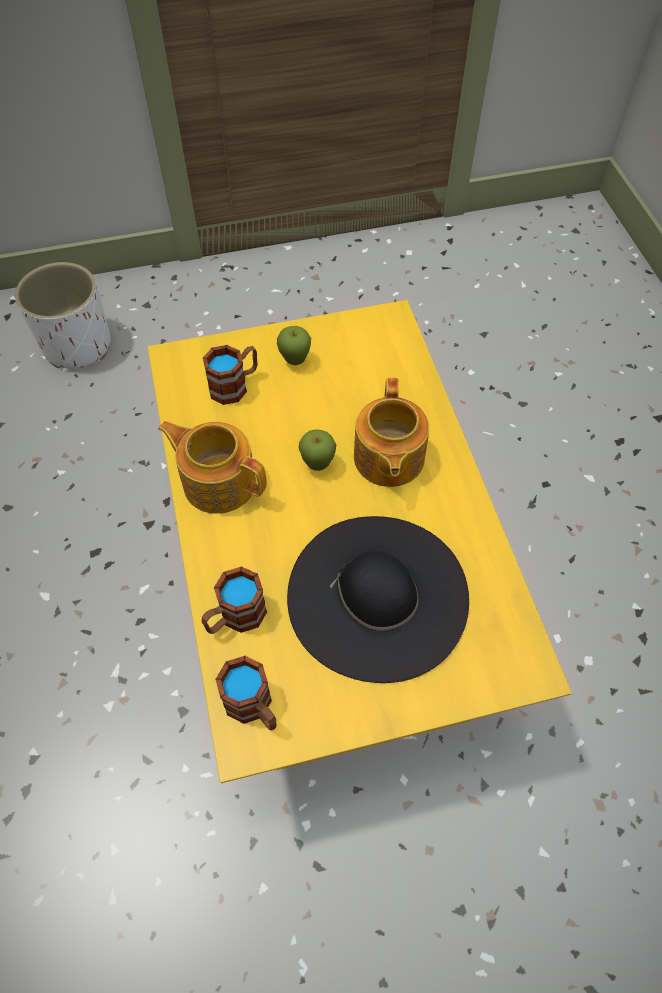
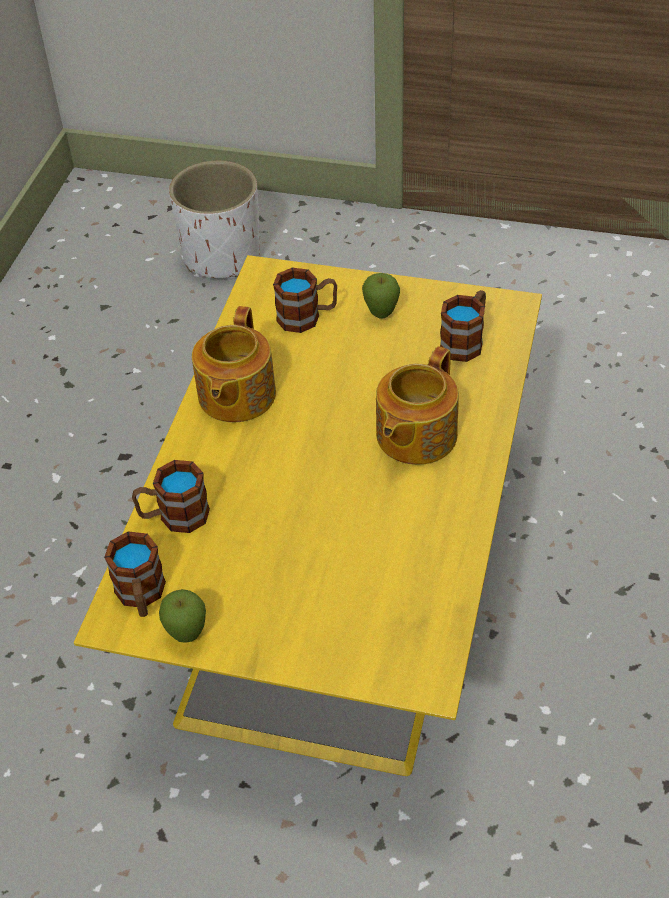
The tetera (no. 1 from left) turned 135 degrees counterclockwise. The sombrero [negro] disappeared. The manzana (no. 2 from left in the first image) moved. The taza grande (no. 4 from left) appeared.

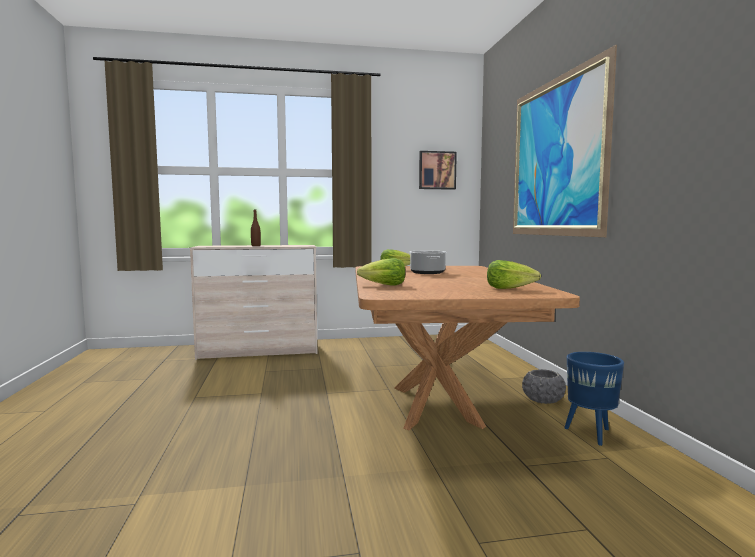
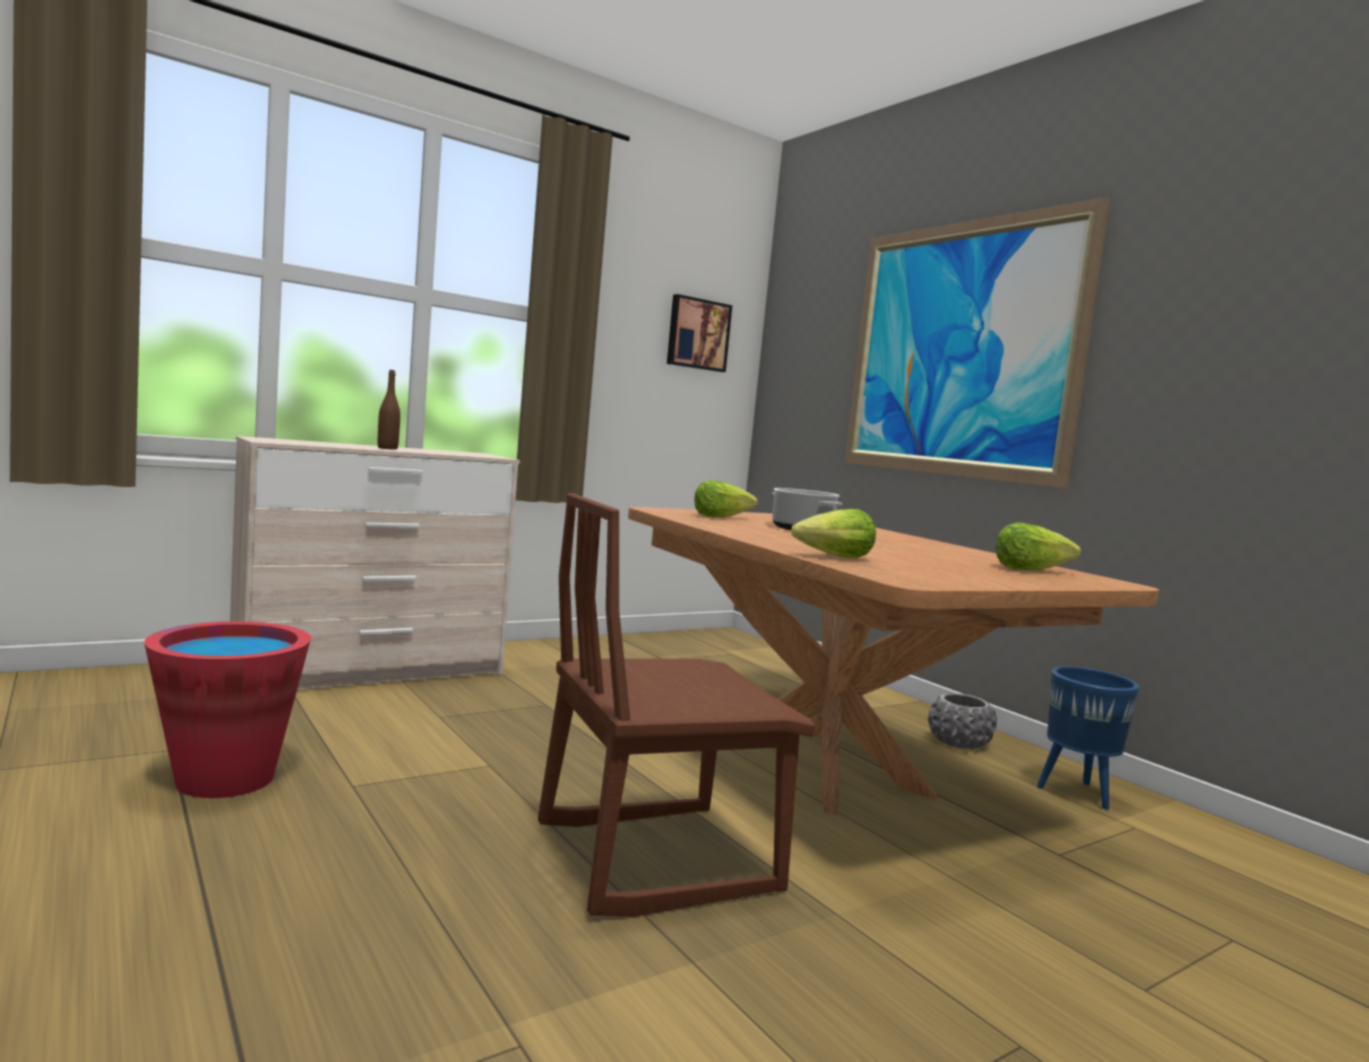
The cubo [rojo] appeared. The silla [marrón] appeared.

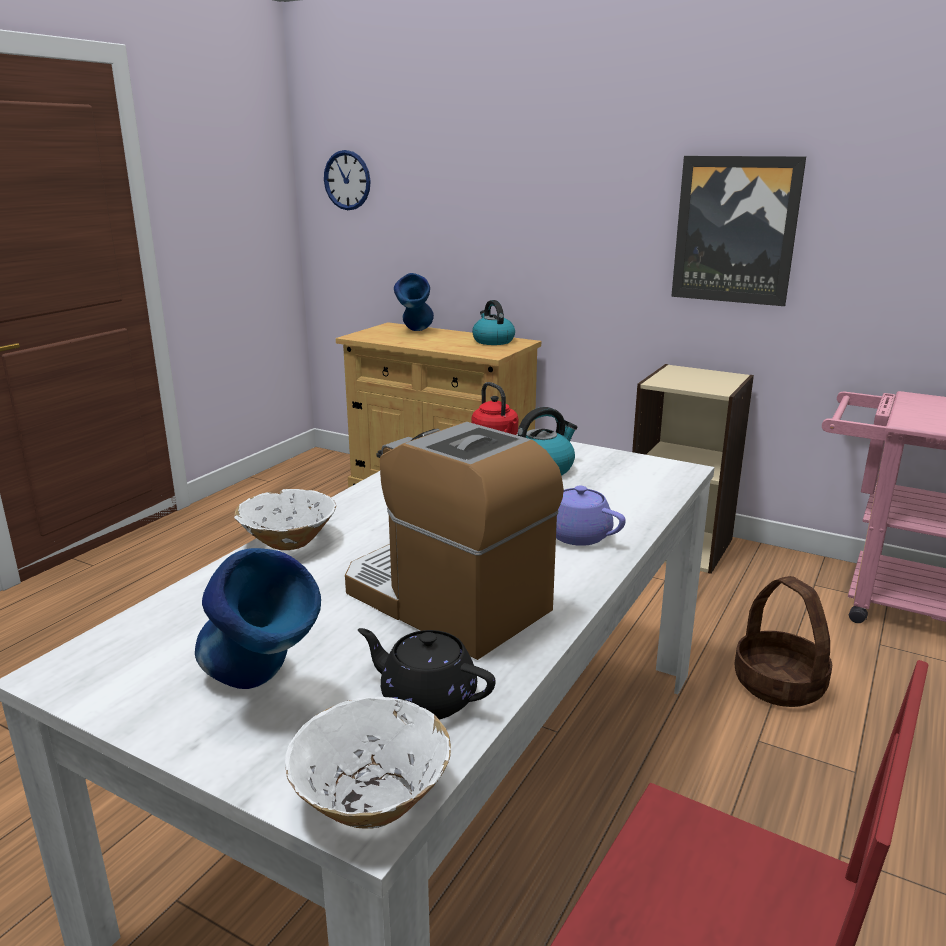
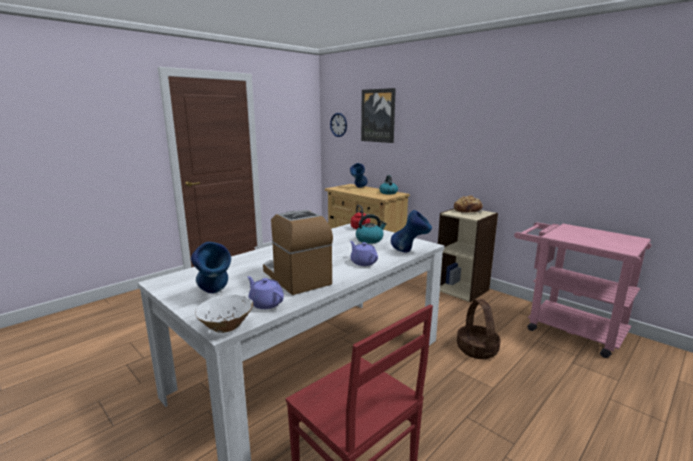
The cuenco [blanco] (no. 1 from left) disappeared. The tetera [negro] became the tetera [morado] (no. 1 from left). The cuadro moved. The florero [azul] (no. 3 from left) appeared. The pan appeared.

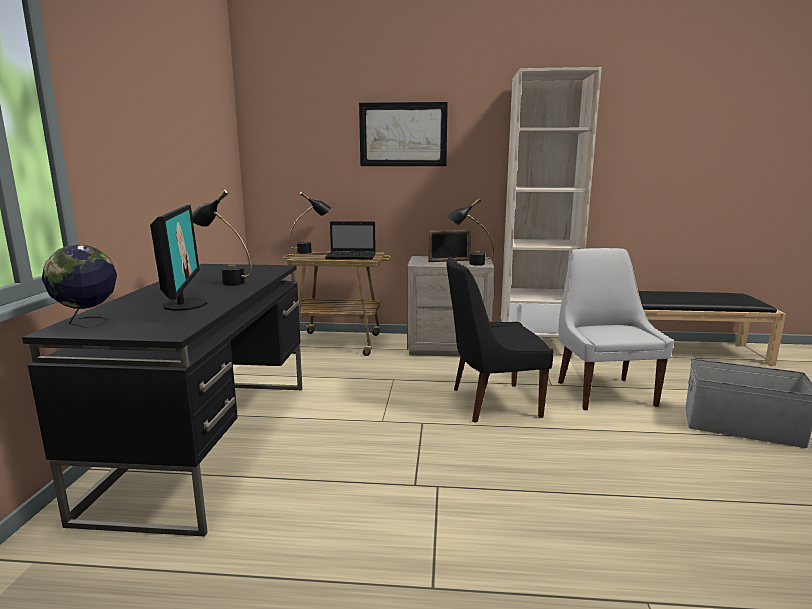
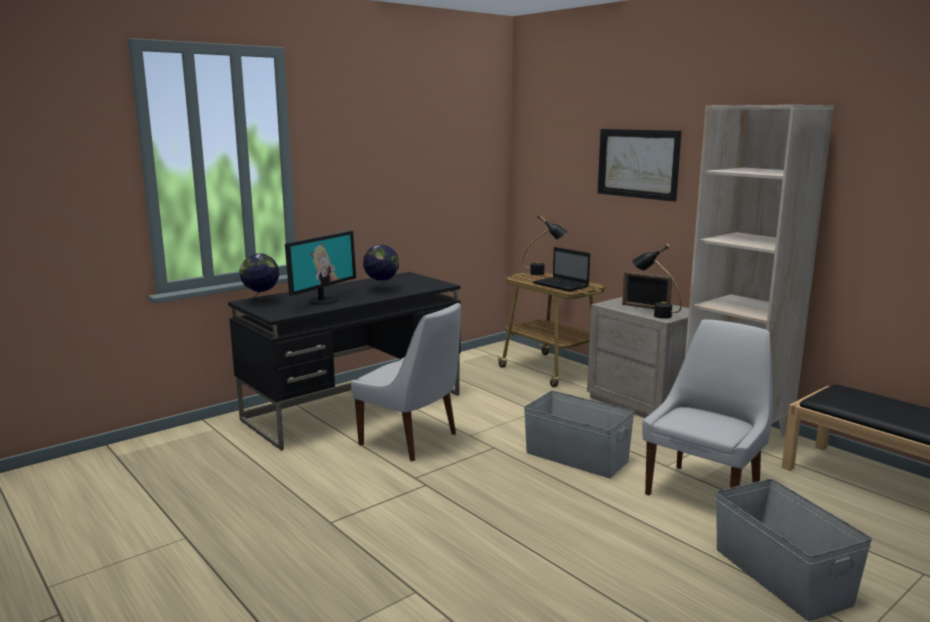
The lámpara de mesa [negro] (no. 1 from left) was replaced by the globo terráqueo (no. 2 from left). The silla [negro] was replaced by the caja de almacenaje [gris] (no. 1 from left). The silla [blanco] (no. 1 from left) appeared.

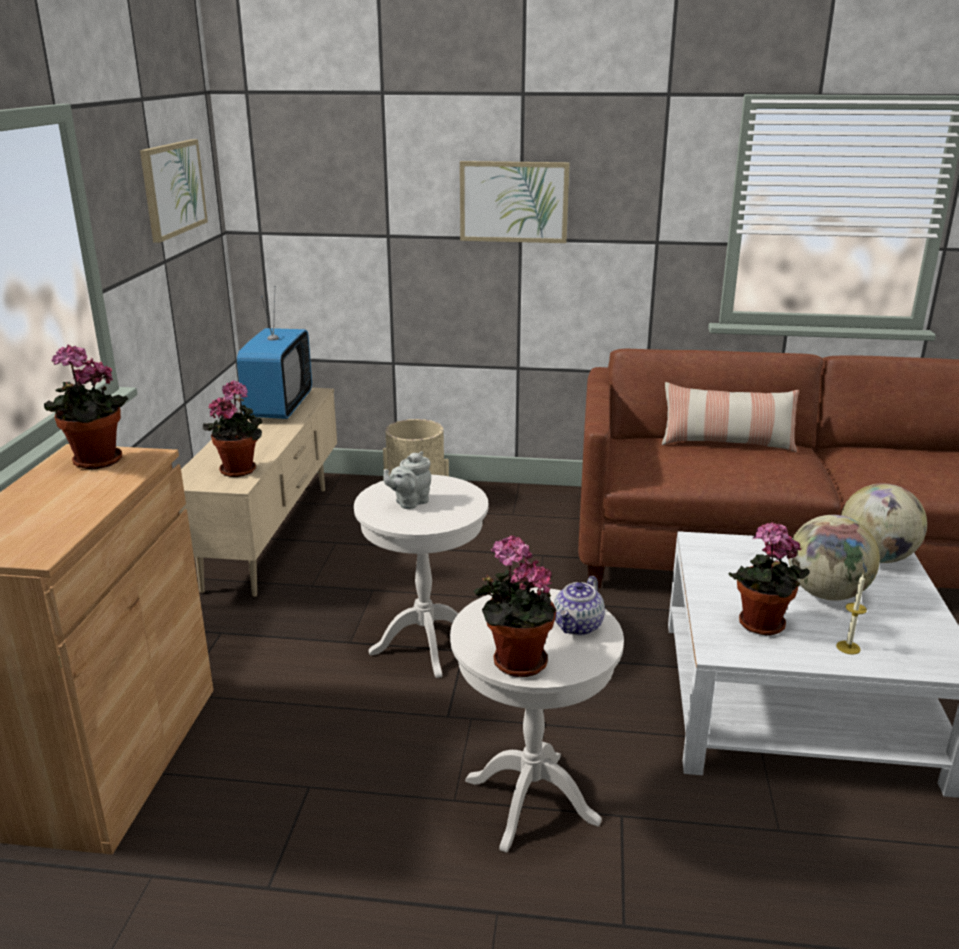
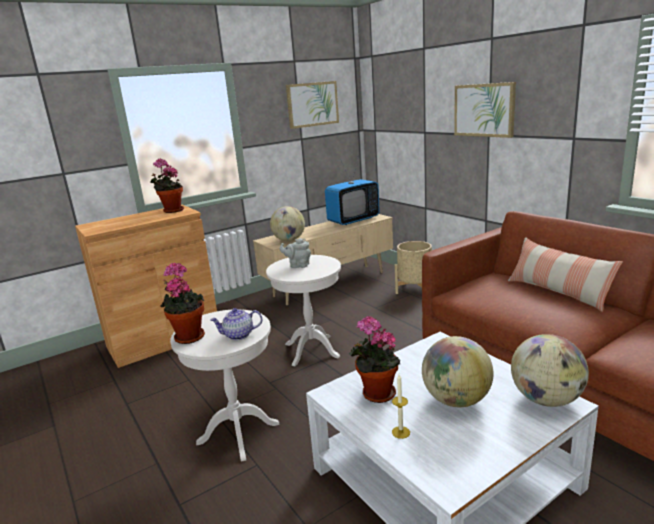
The planta en maceta (no. 2 from left) was replaced by the globo terráqueo (no. 1 from left).

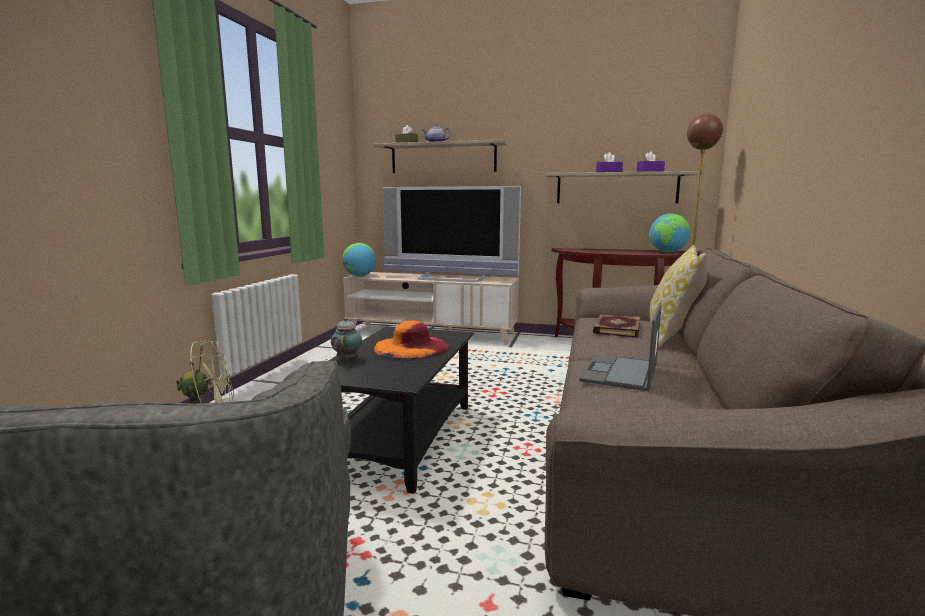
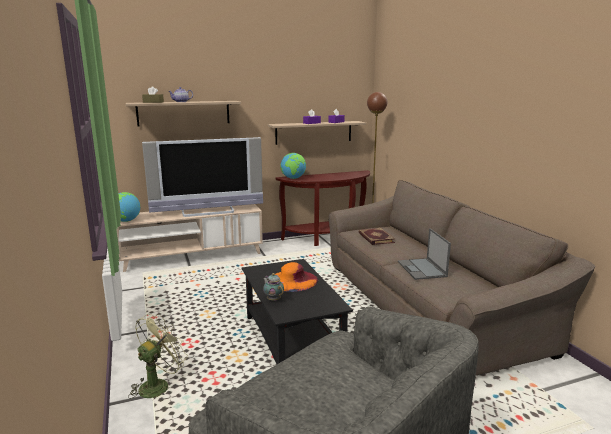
The globo terráqueo (no. 2 from left) moved. The cojín disappeared.

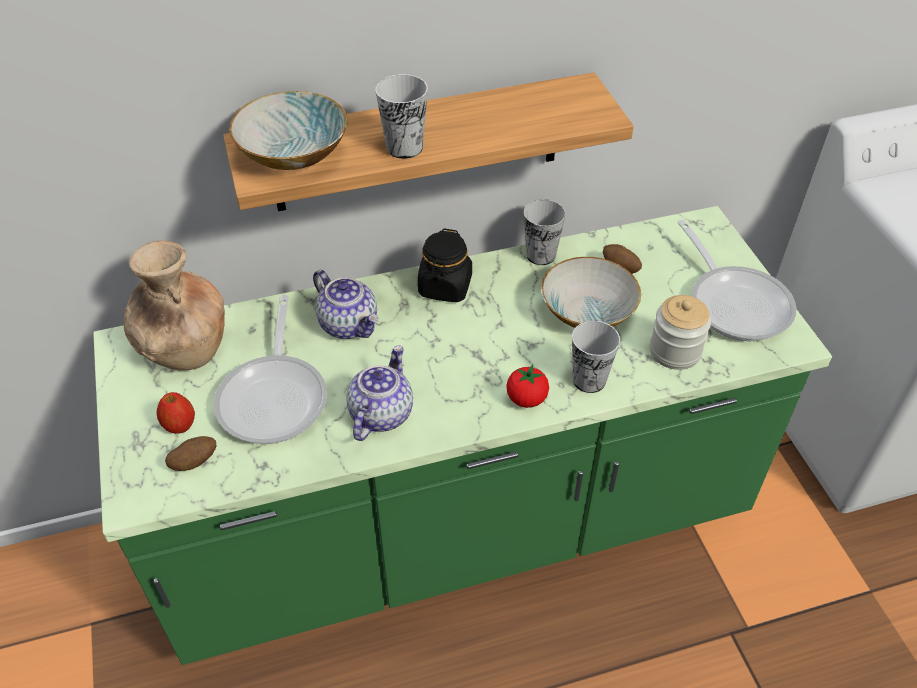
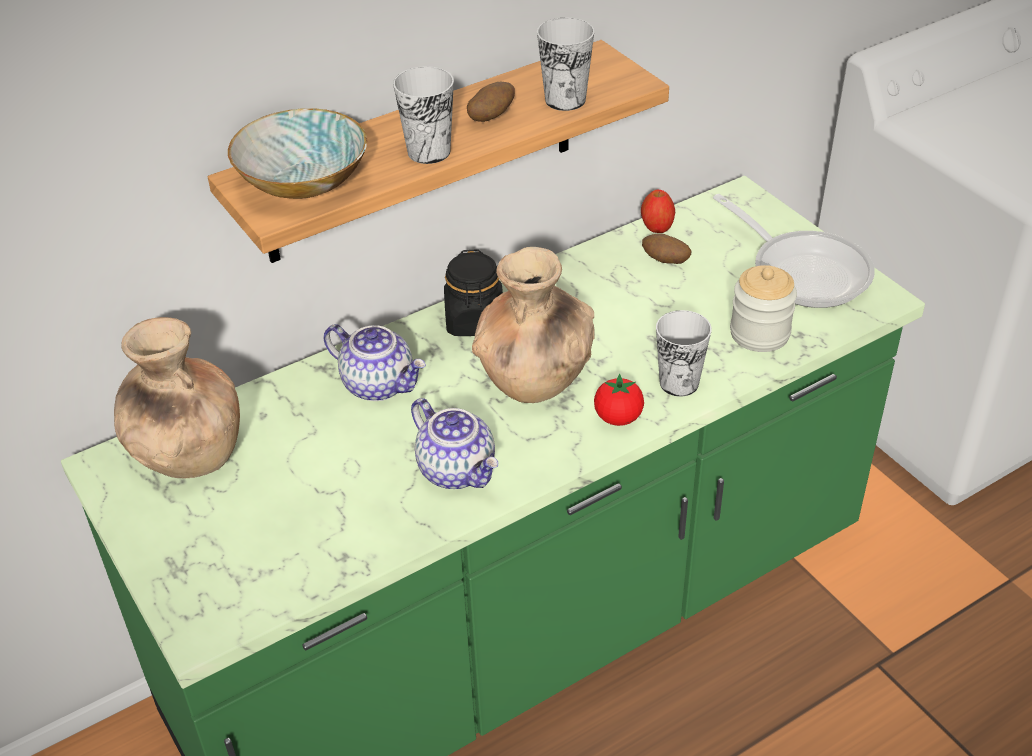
The manzana moved. The patata (no. 1 from left) moved. The sartén (no. 1 from left) disappeared. The tetera (no. 2 from left) turned 135 degrees clockwise. The taza (no. 2 from left) moved. The cuenco (no. 2 from left) disappeared. The florero [marrón] (no. 2 from left) appeared.

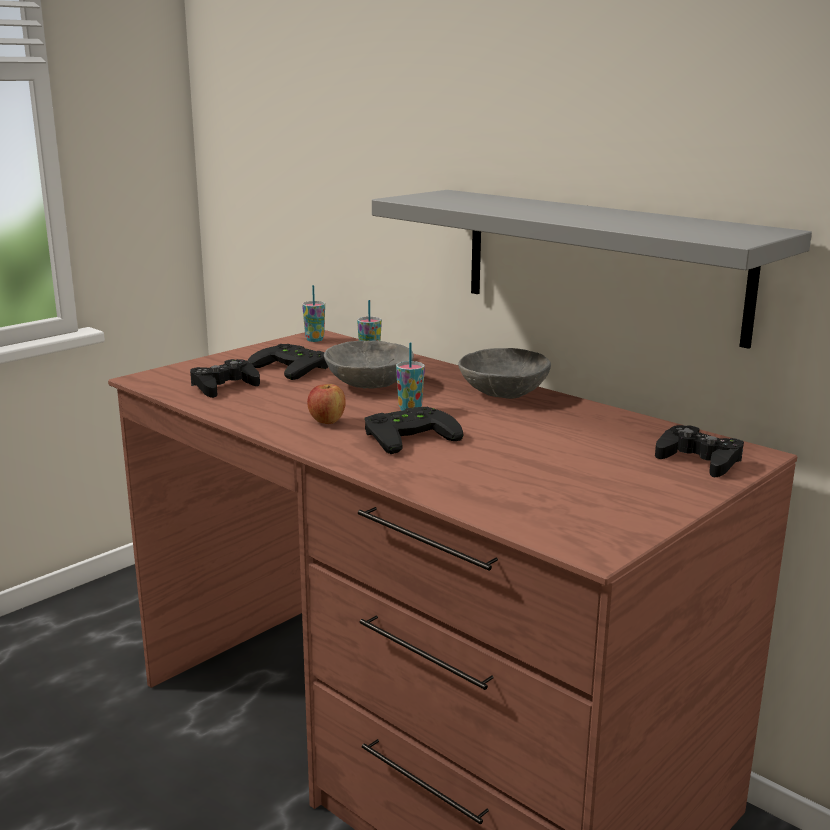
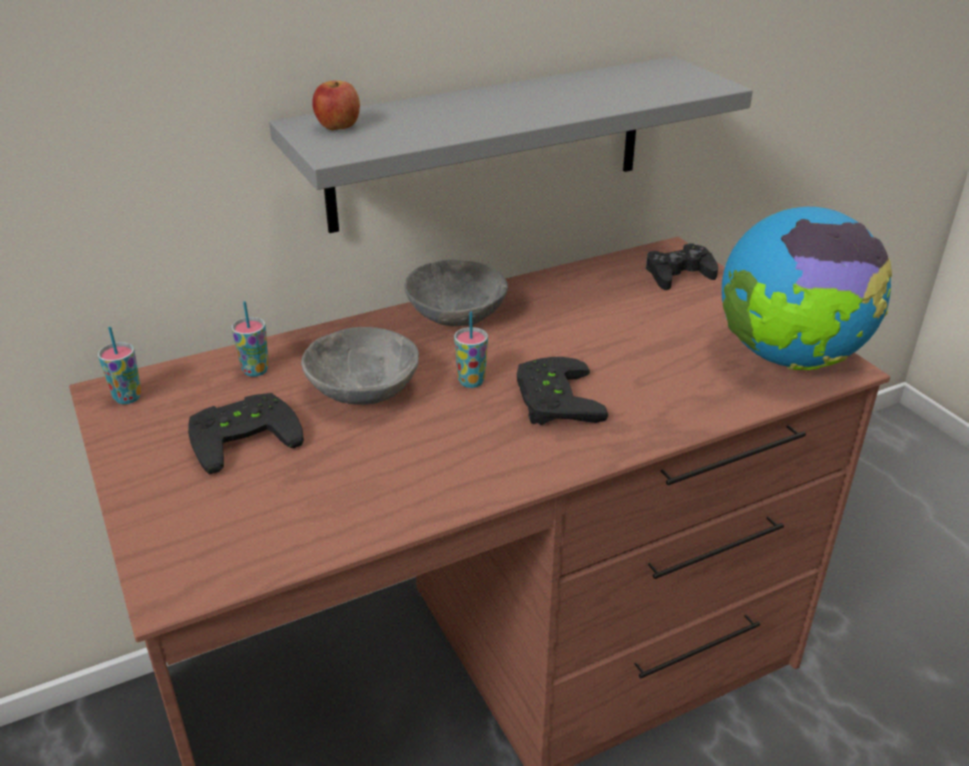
The mando de consola [negro] (no. 1 from left) disappeared. The manzana moved. The globo terráqueo appeared.

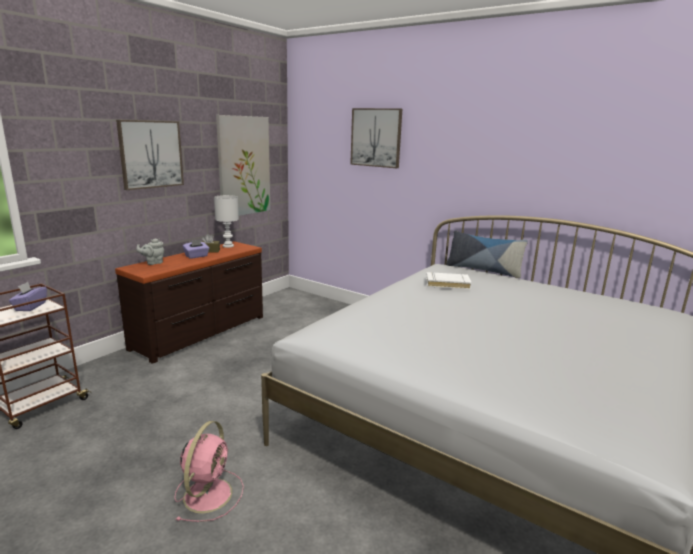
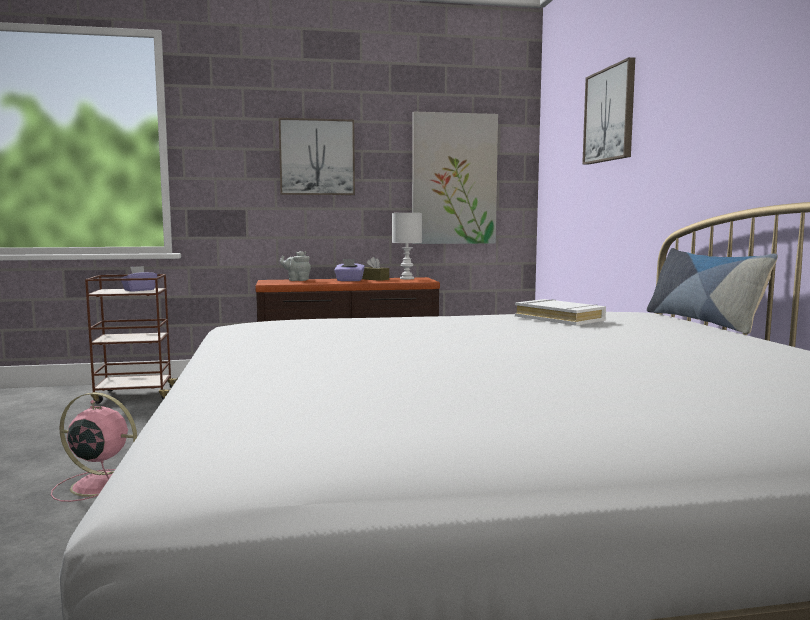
The ventilador [rosa] turned 135 degrees counterclockwise.

